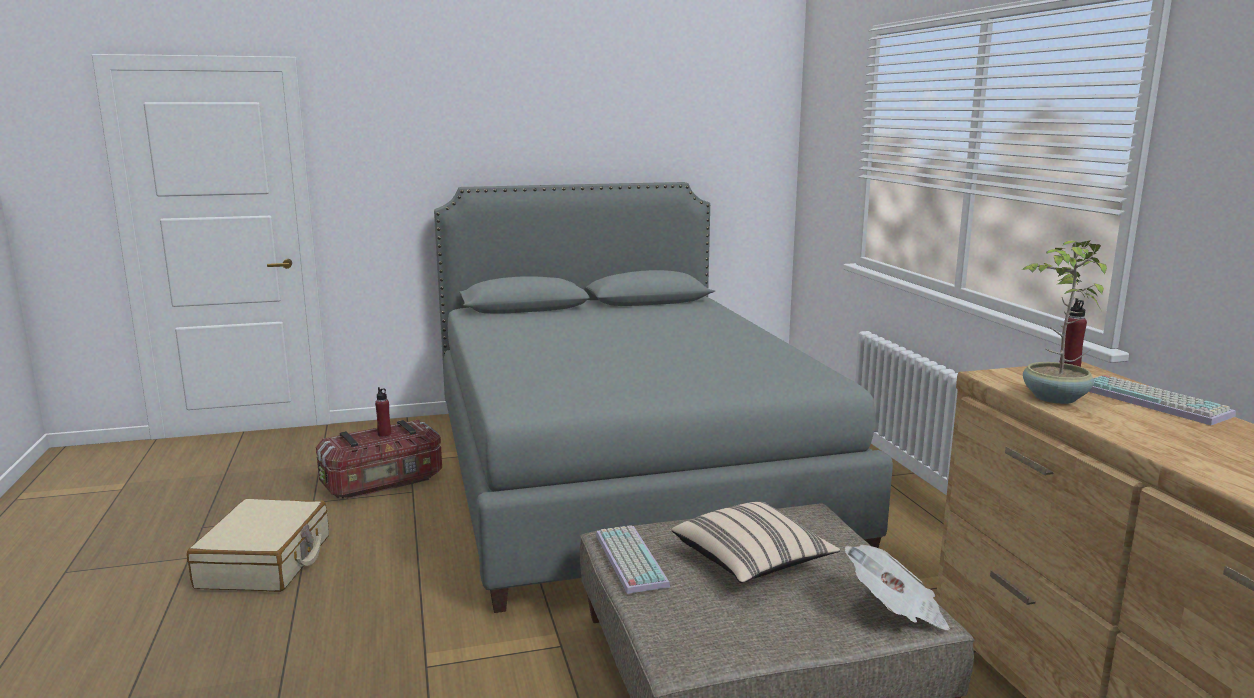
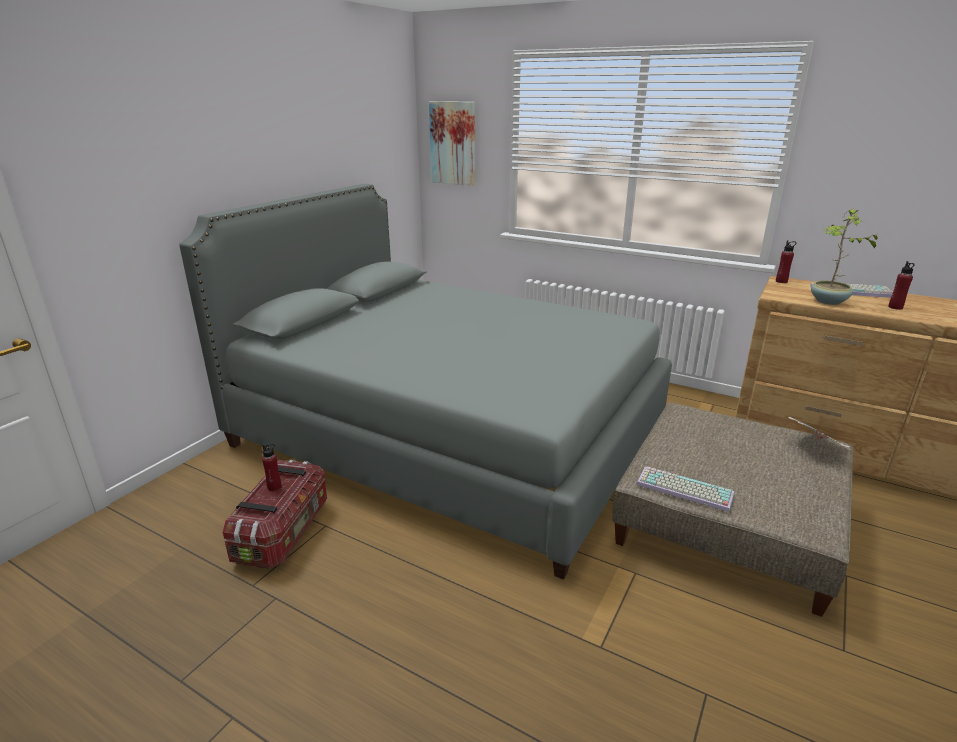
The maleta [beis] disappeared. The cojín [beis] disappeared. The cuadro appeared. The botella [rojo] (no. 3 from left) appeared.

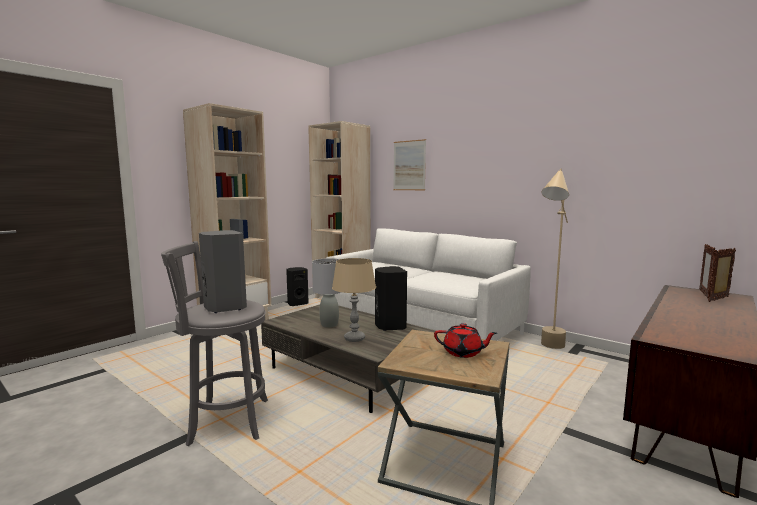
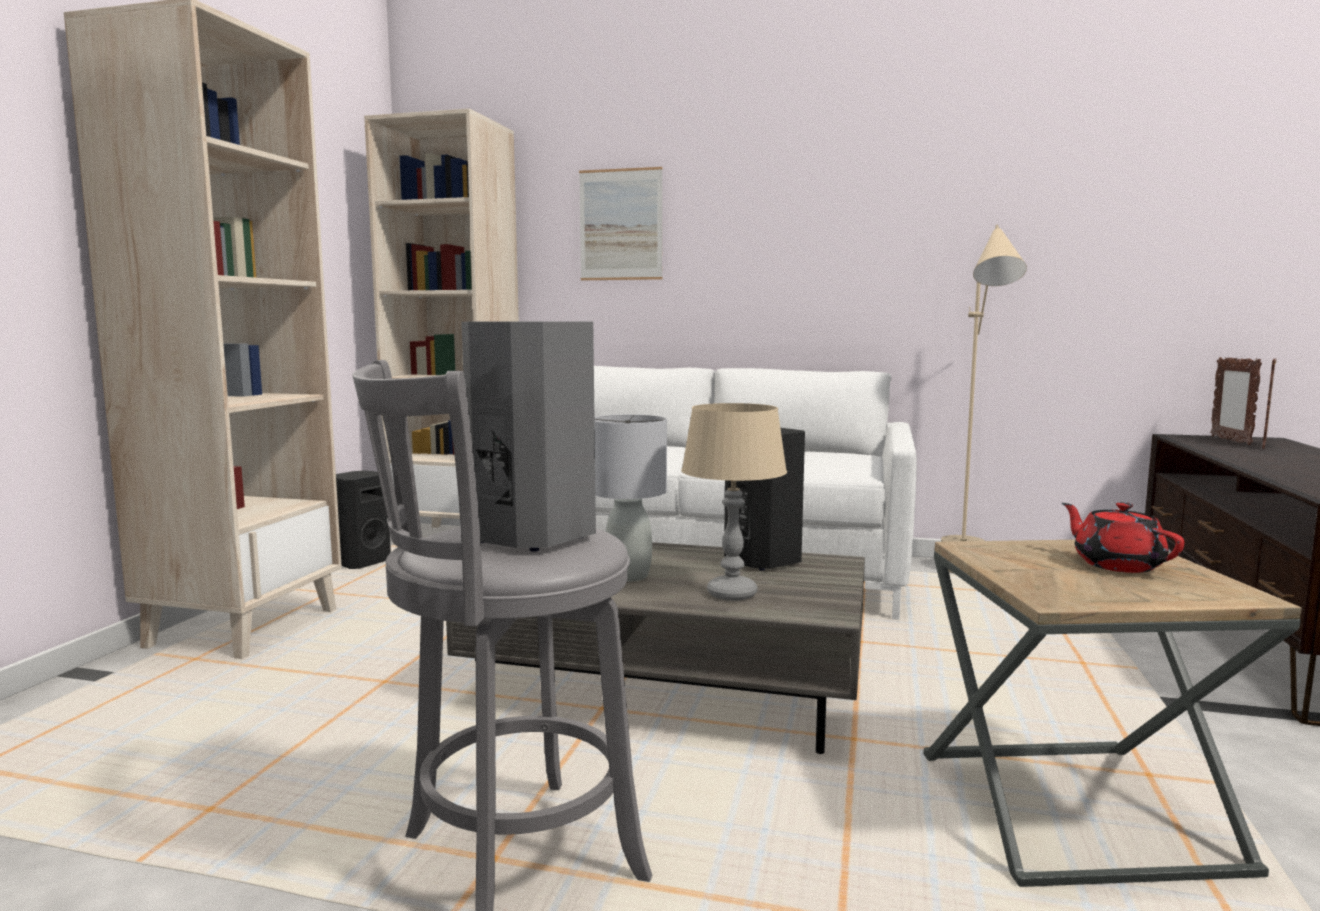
The tetera [rojo] turned 105 degrees counterclockwise.

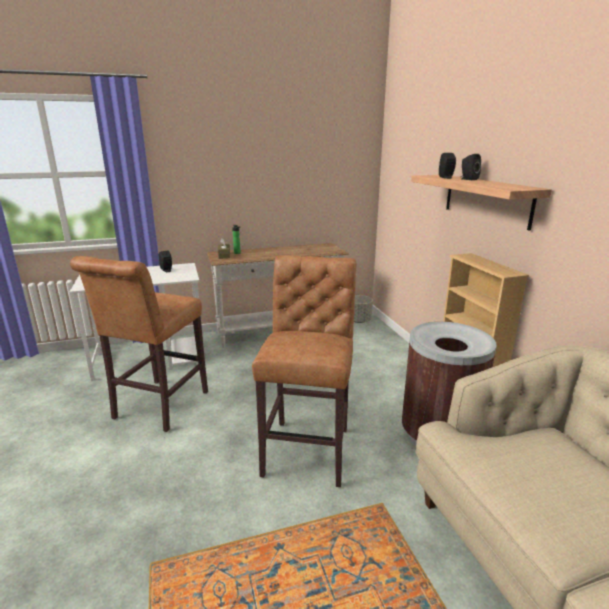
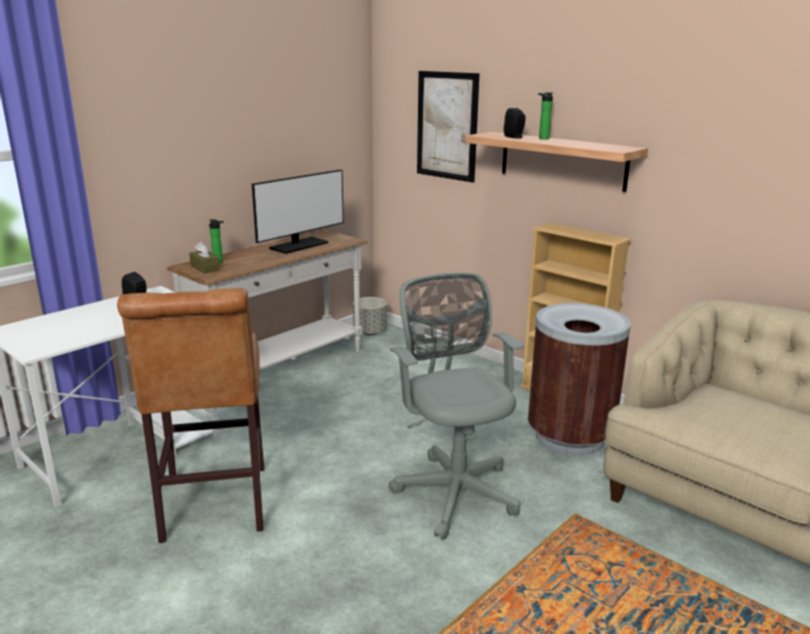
The taburete [marrón] (no. 2 from left) was replaced by the silla de oficina [gris]. The altavoz [negro] (no. 3 from left) was replaced by the botella (no. 2 from left). The monitor appeared. The cuadro appeared.

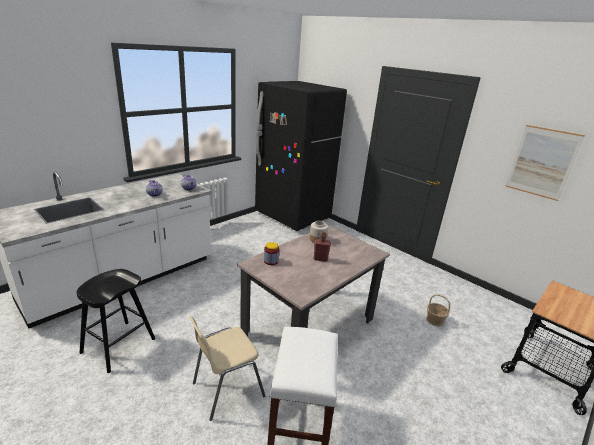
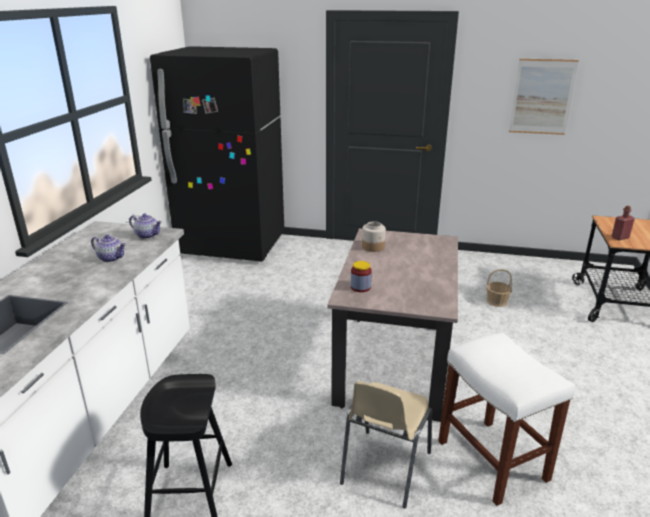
The botella [rojo] moved.

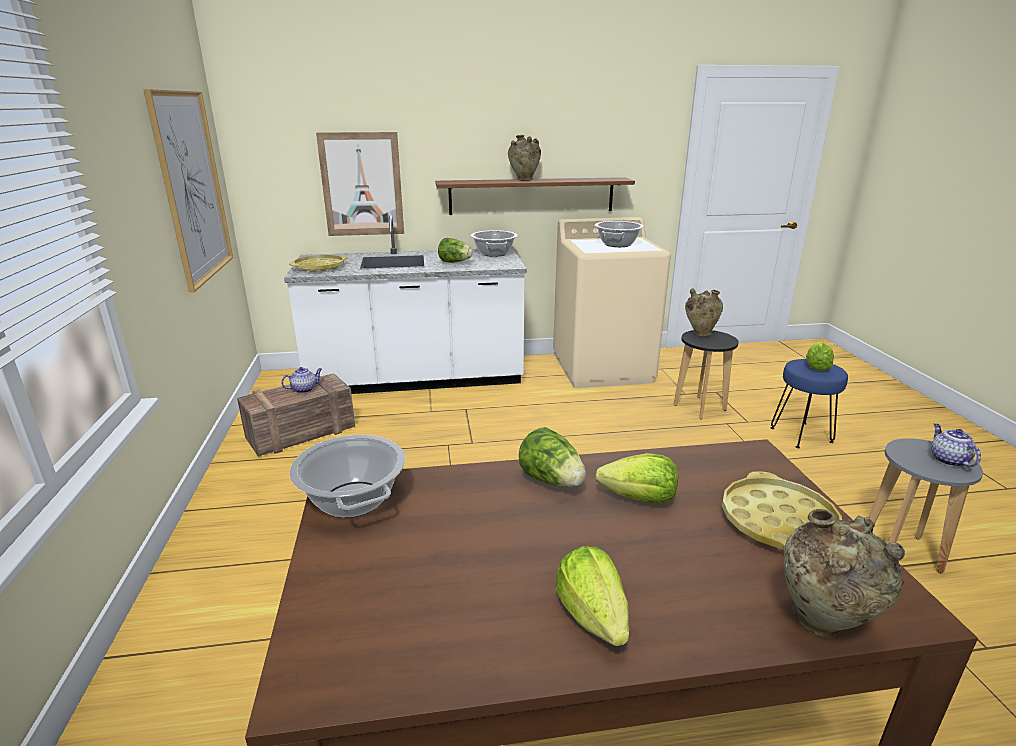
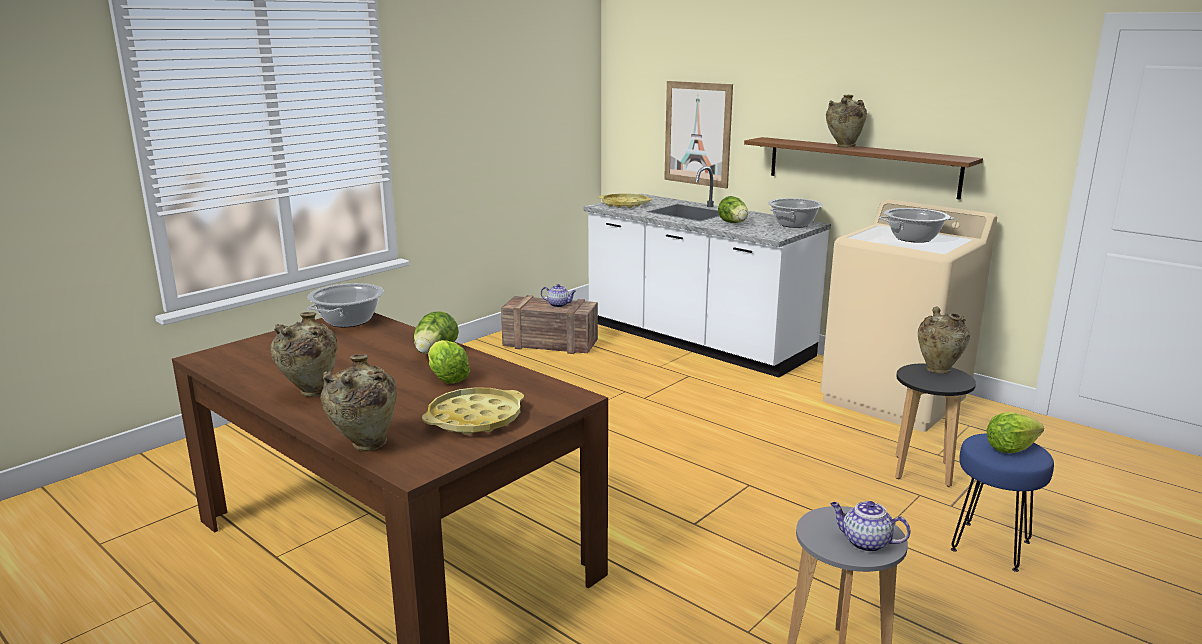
The cuadro (no. 1 from left) disappeared. The lechuga (no. 3 from left) was replaced by the florero [beis] (no. 1 from left). The tetera (no. 2 from left) turned 105 degrees counterclockwise.

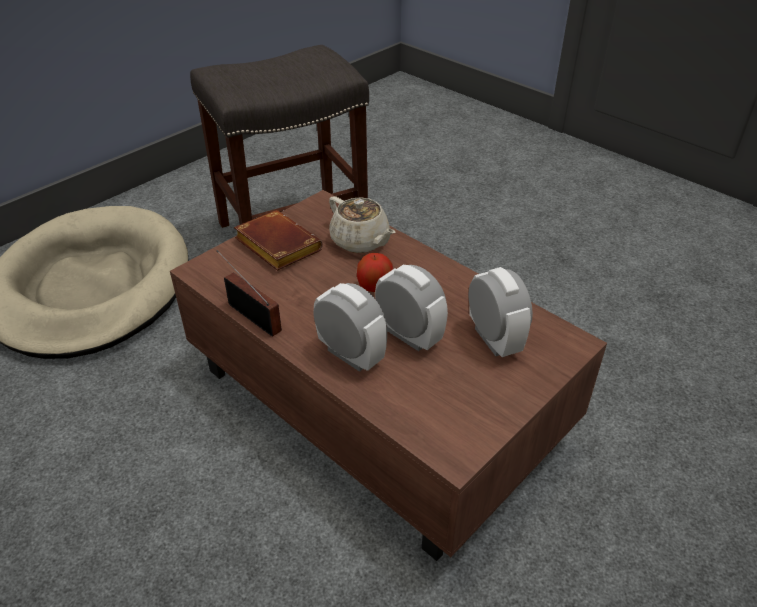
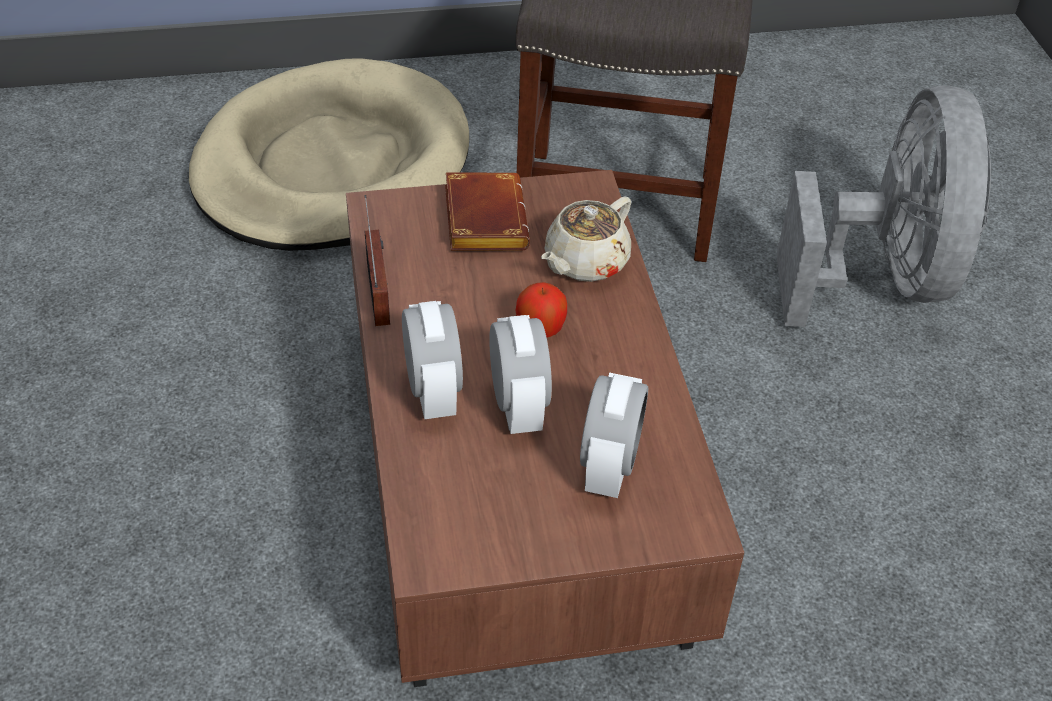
The tetera [beis] turned 45 degrees clockwise. The ventilador [gris] appeared.

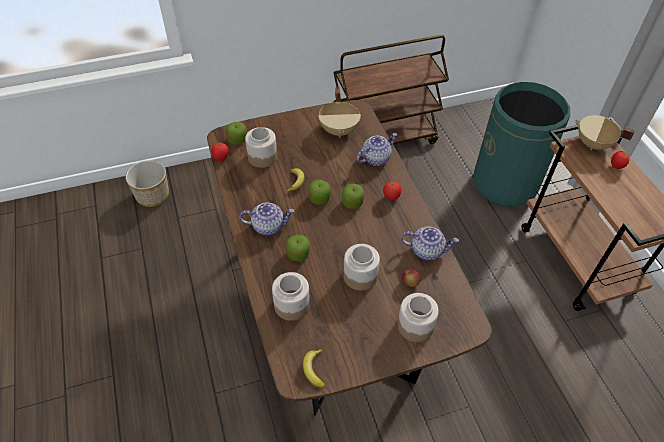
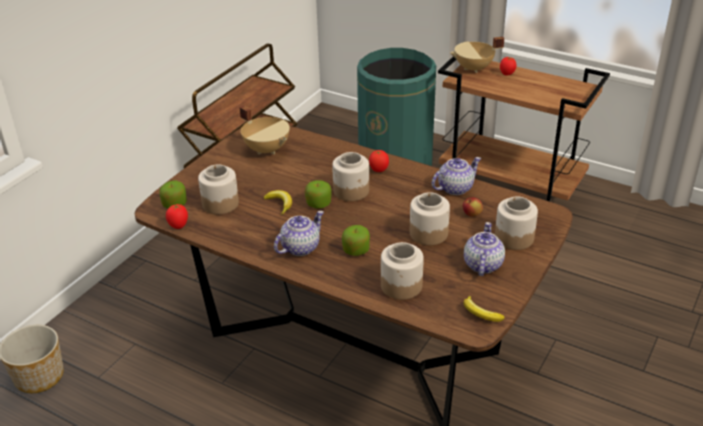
The manzana (no. 4 from left) was replaced by the tarro (no. 2 from left). The tetera (no. 2 from left in the first image) moved.

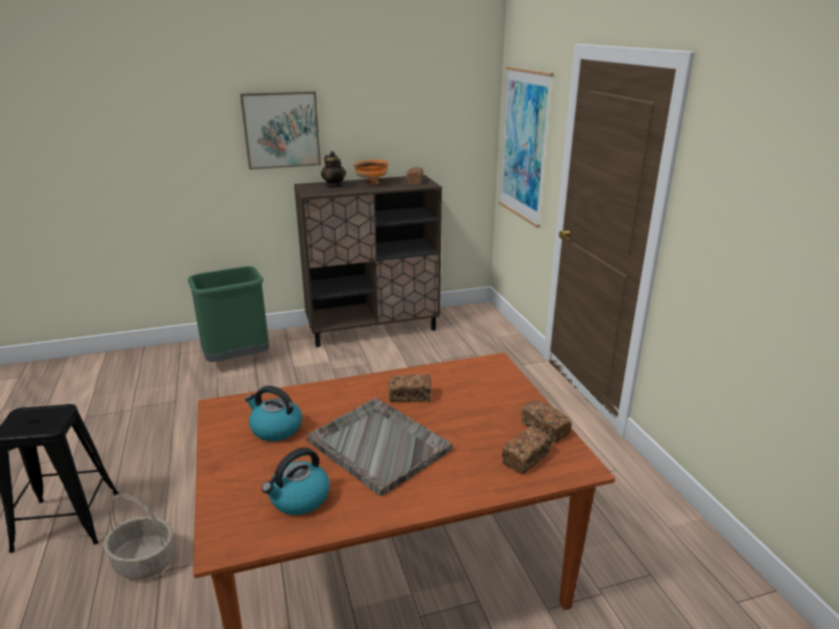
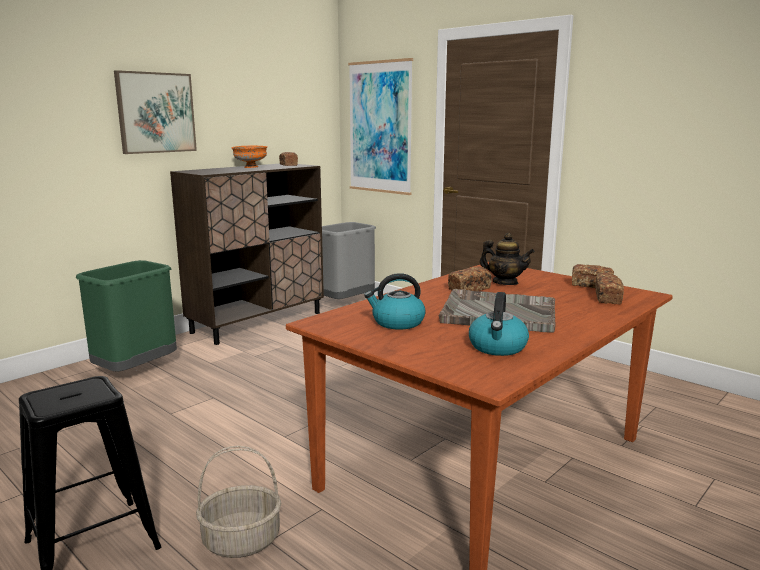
The tetera moved. The papelera [gris] appeared.

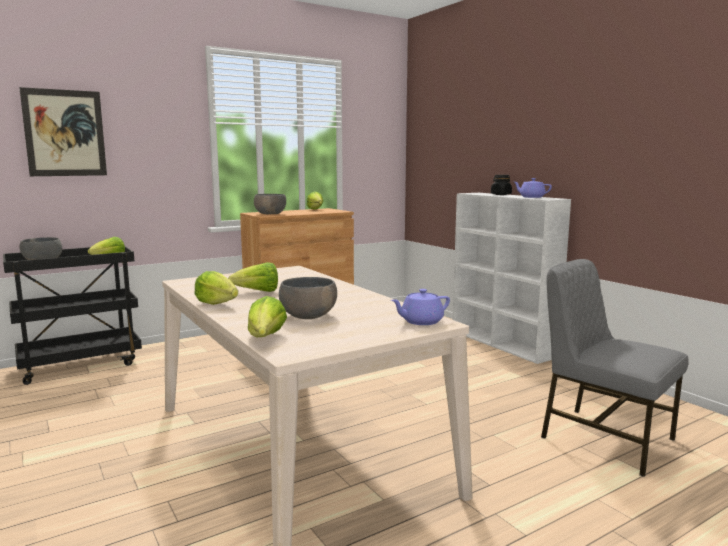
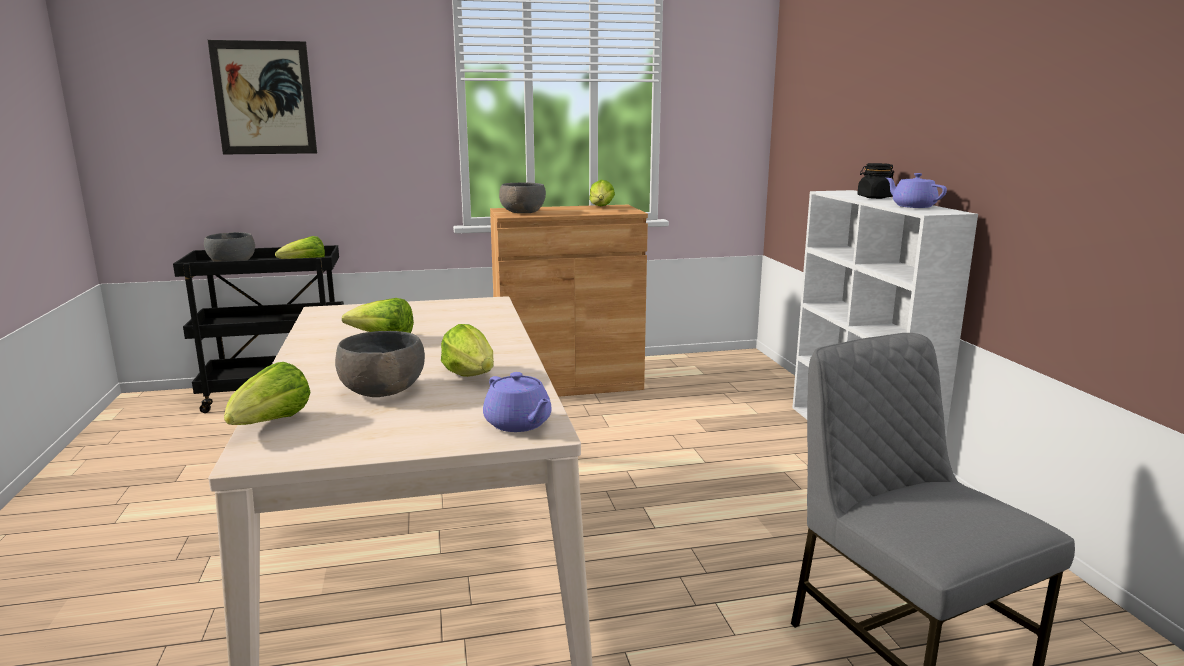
The lechuga (no. 2 from left in the first image) moved. The tetera [morado] (no. 1 from left) turned 120 degrees counterclockwise.

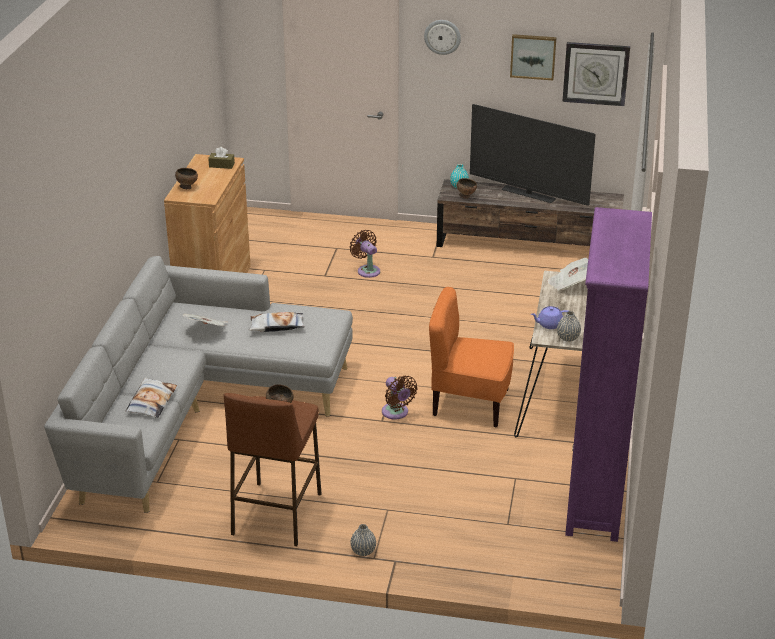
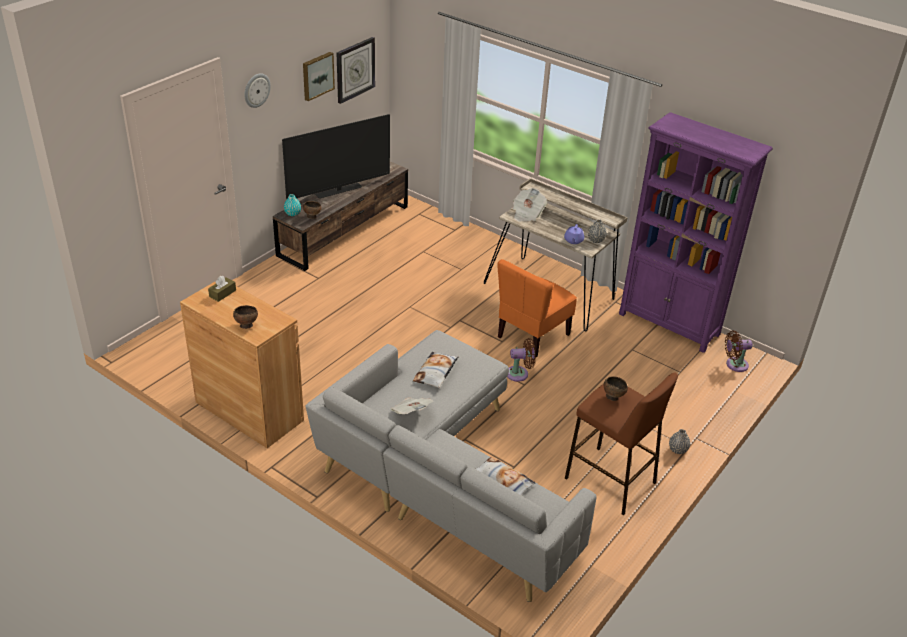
The ventilador [marrón] (no. 1 from left in the first image) moved.

